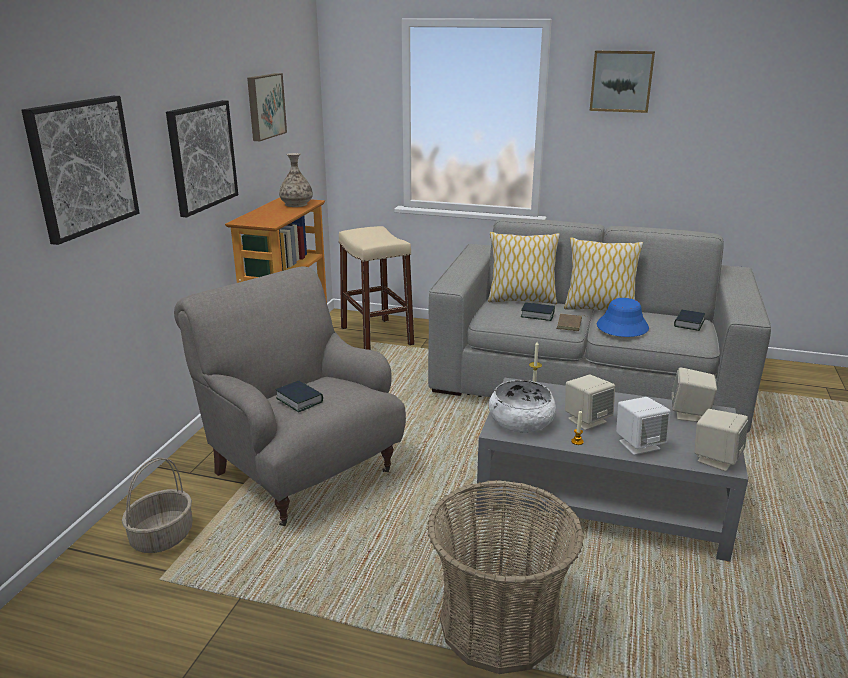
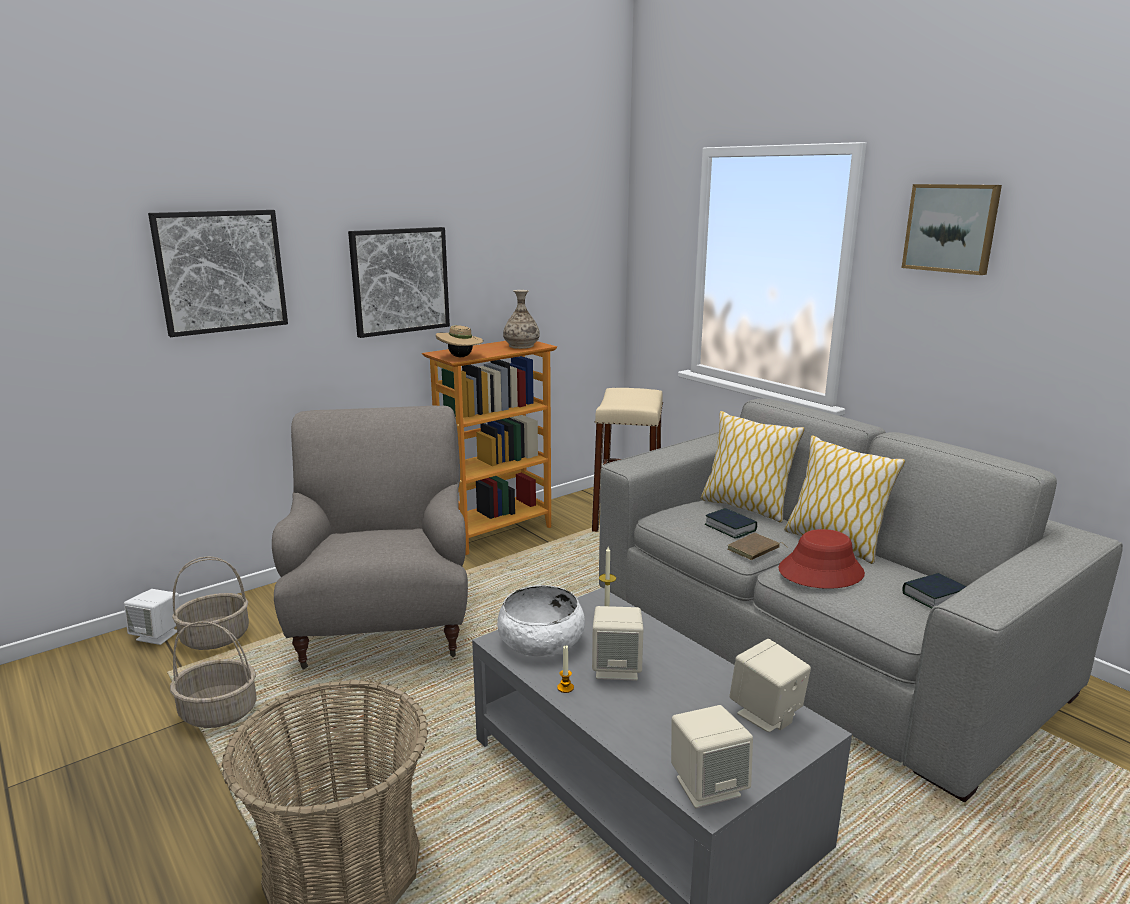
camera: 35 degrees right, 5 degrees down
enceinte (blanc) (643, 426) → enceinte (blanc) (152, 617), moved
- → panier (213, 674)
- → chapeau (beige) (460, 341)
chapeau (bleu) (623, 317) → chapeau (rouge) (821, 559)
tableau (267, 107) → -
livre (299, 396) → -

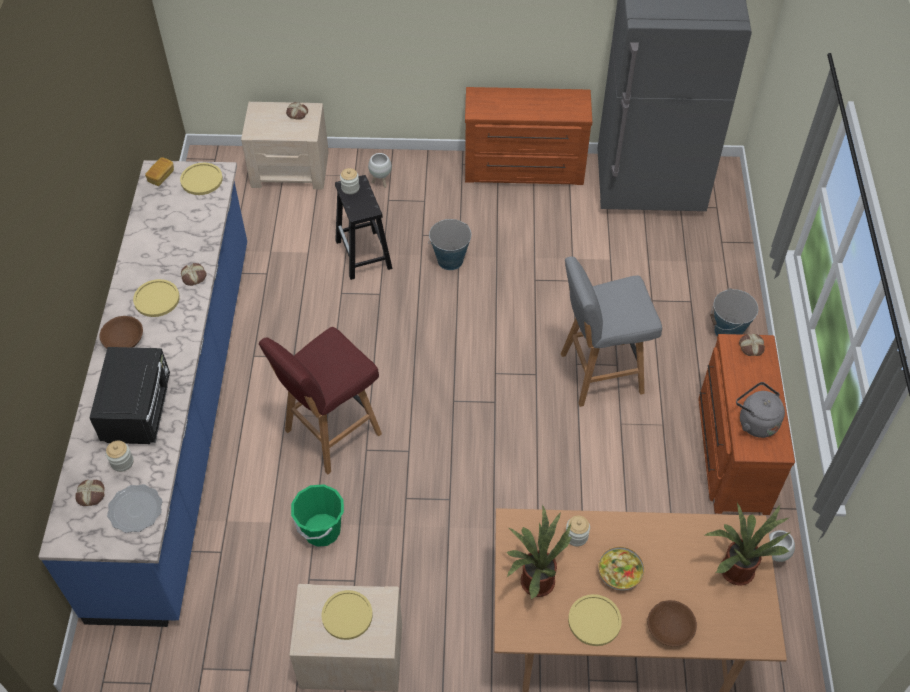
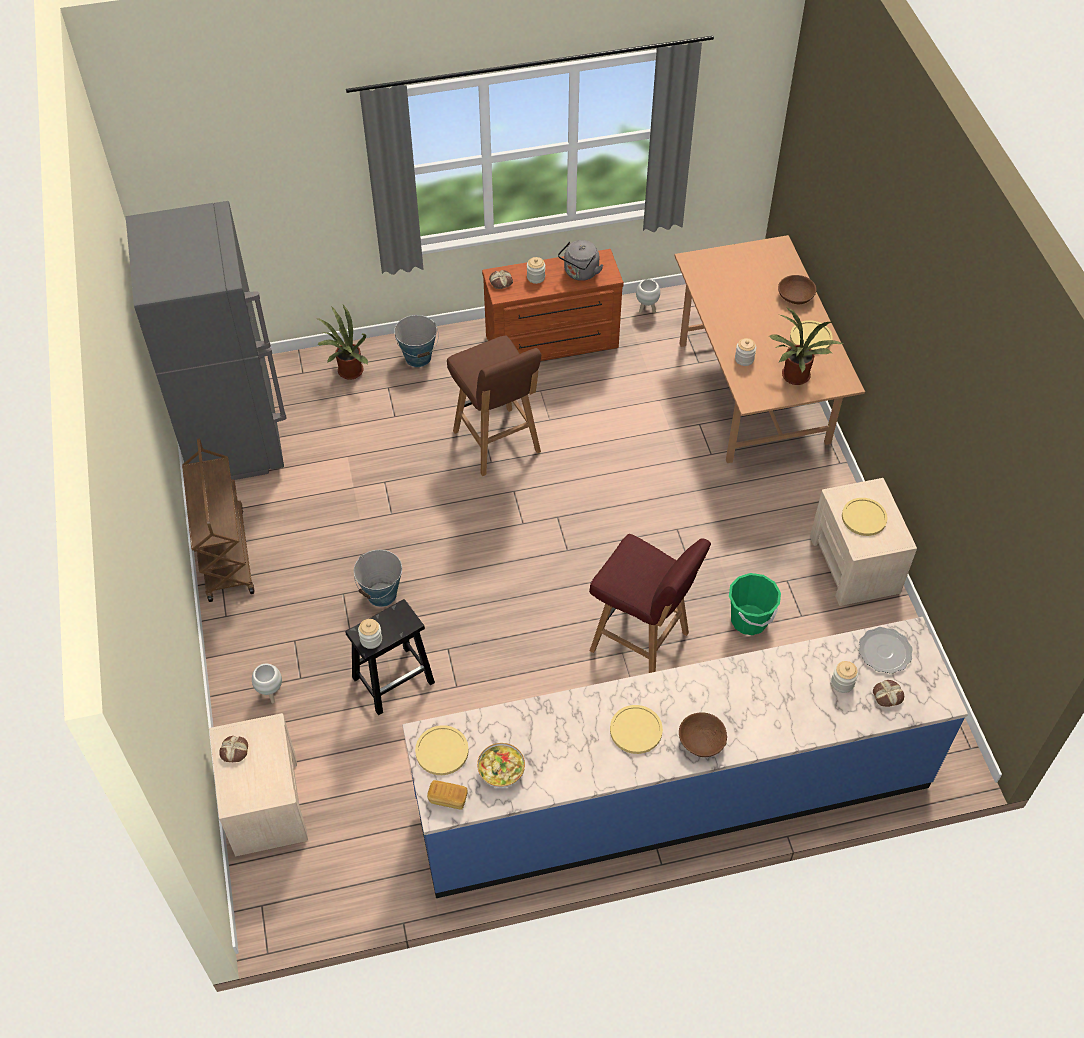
camera: 105 degrees left, 0 degrees up
commode (marron) (528, 136) → chariot (marron) (218, 520)
plante en pot (747, 544) → plante en pot (342, 342), moved
tabouret (gris) (611, 331) → tabouret (marron) (494, 406)
bol (621, 568) → bol (501, 765), moved
- → bocal (536, 270)
micro-ondes (noir) (129, 395) → -
pain (194, 274) → -

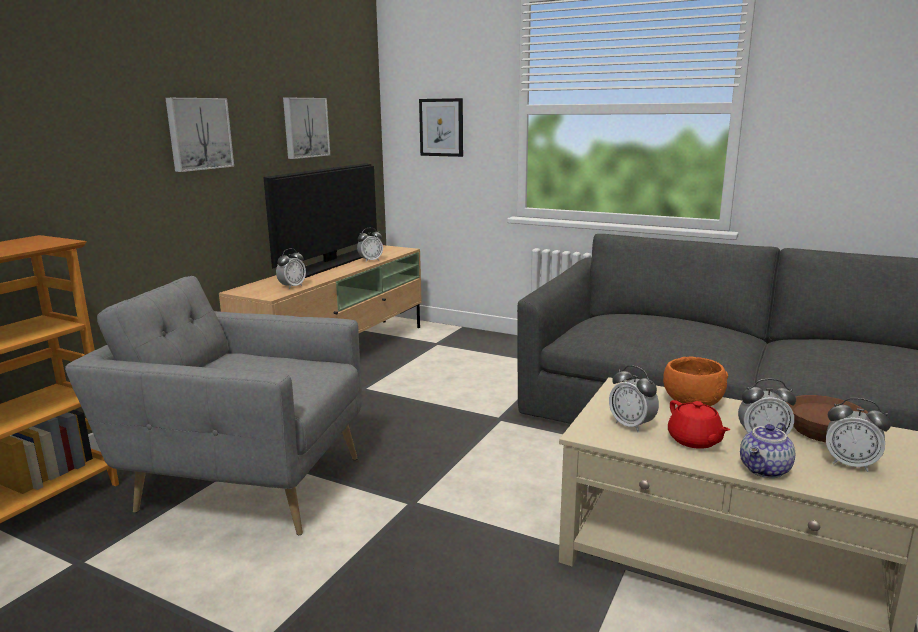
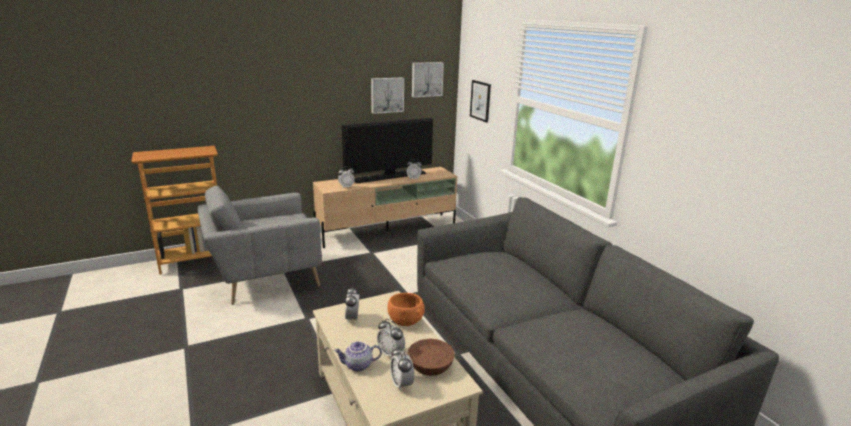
camera: 35 degrees right, 5 degrees up
fauteuil (gris) (213, 405) → fauteuil (gris) (260, 245), 75 degrees counterclockwise
tableau (199, 135) → tableau (428, 79), moved
théière (rouge) (699, 424) → -

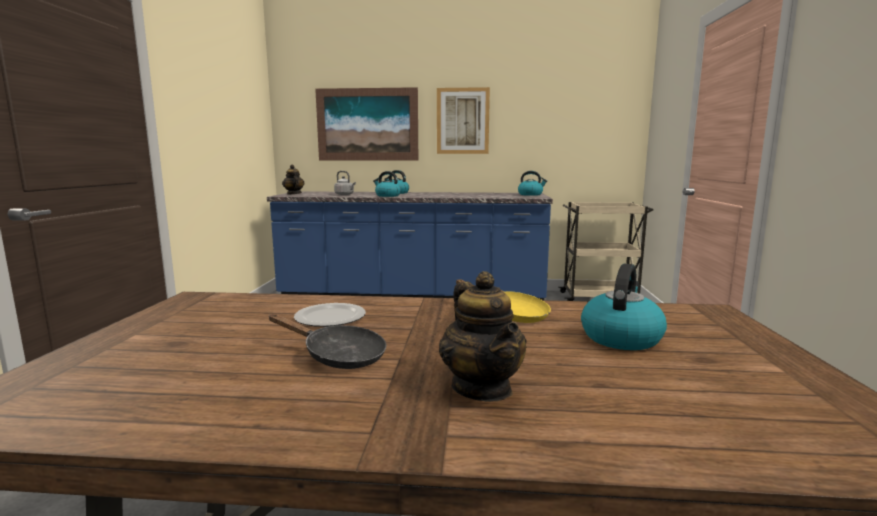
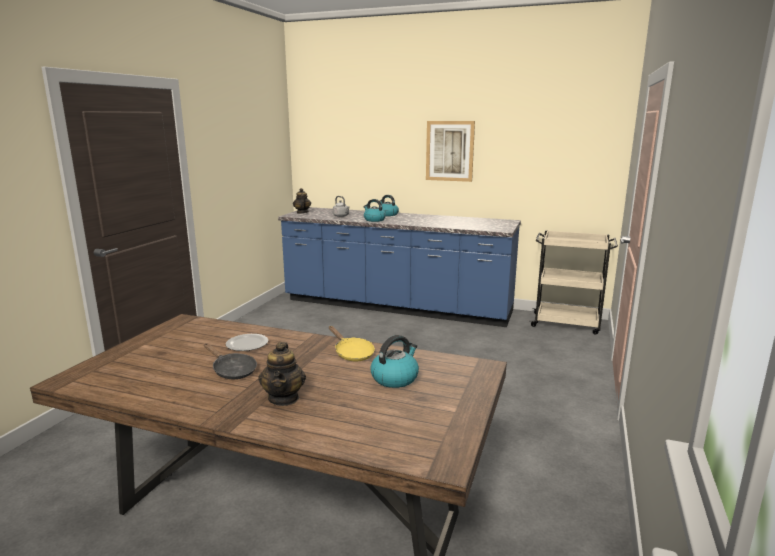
camera: 15 degrees right, 5 degrees up
tableau (366, 123) → -
bouilloire (532, 183) → -

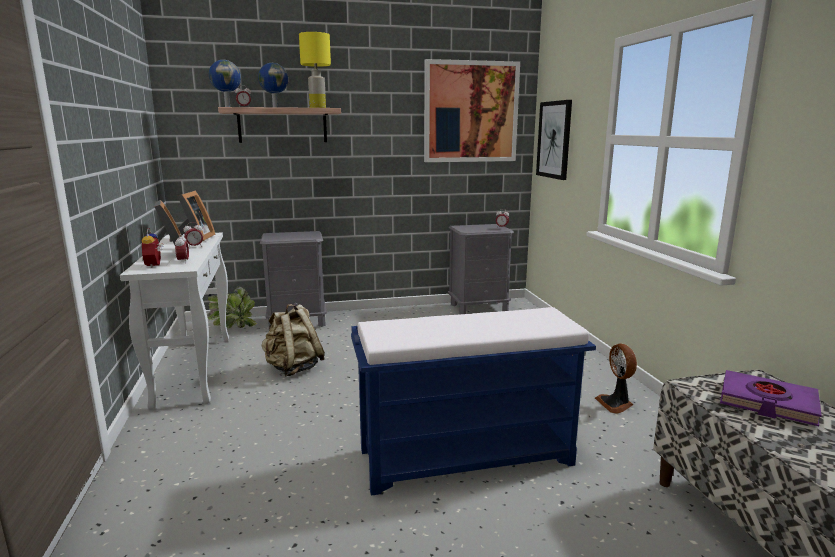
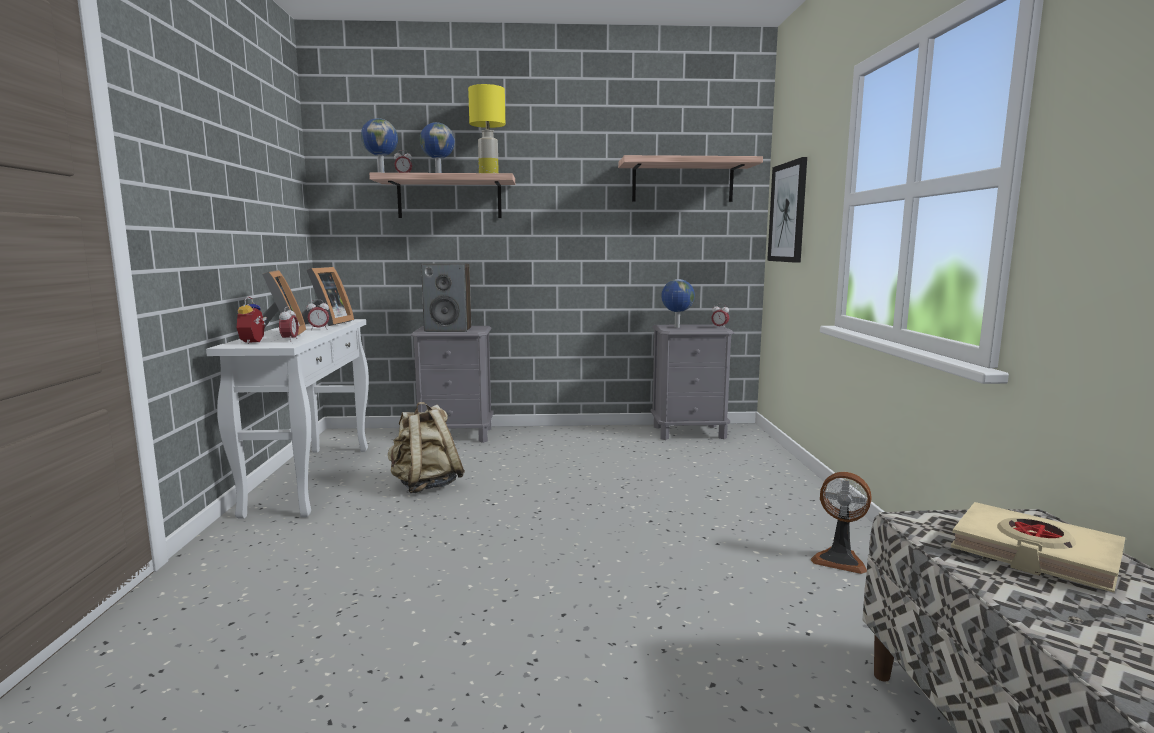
camera: 10 degrees right, 5 degrees down
- → enceinte (446, 297)
tableau (472, 110) → étagère (690, 178)
- → globe (678, 303)
ventilateur (616, 378) → ventilateur (841, 523), 60 degrees counterclockwise
livre (violet) (771, 398) → livre (beige) (1038, 547)
plante en pot (232, 307) → -
banc (bleu) (473, 401) → -

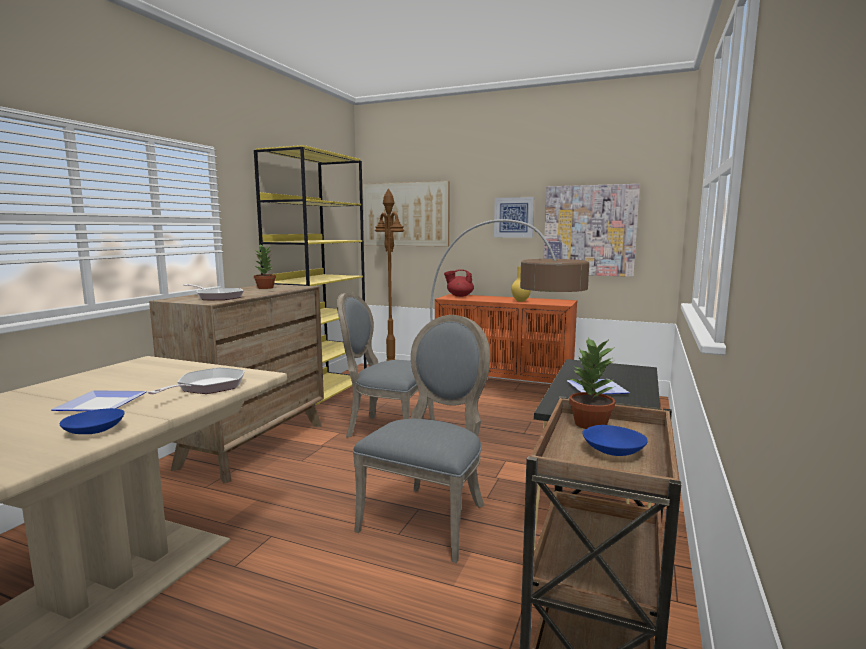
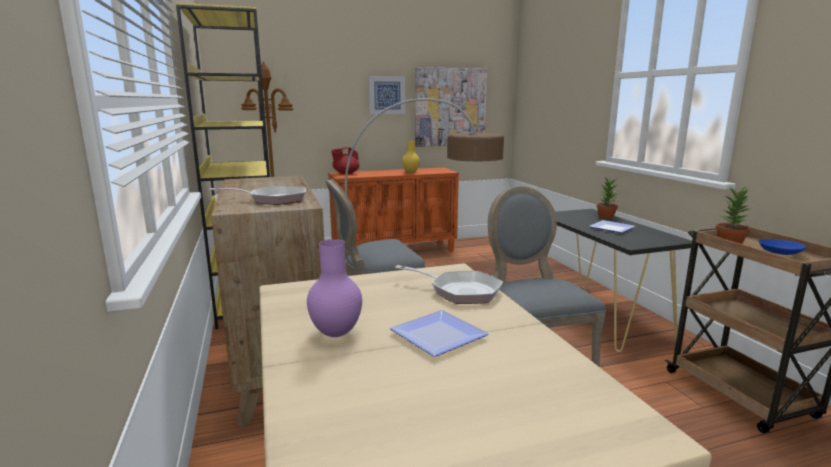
camera: 40 degrees left, 5 degrees up
- → vase (violet) (334, 288)
poêle (196, 380) → poêle (449, 284), 135 degrees clockwise
plante en pot (265, 266) → plante en pot (608, 198), moved
bol (bleu) (92, 421) → -
tableau (406, 214) → -

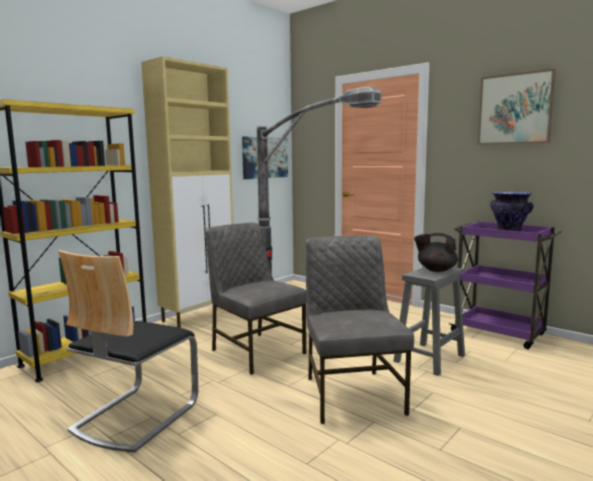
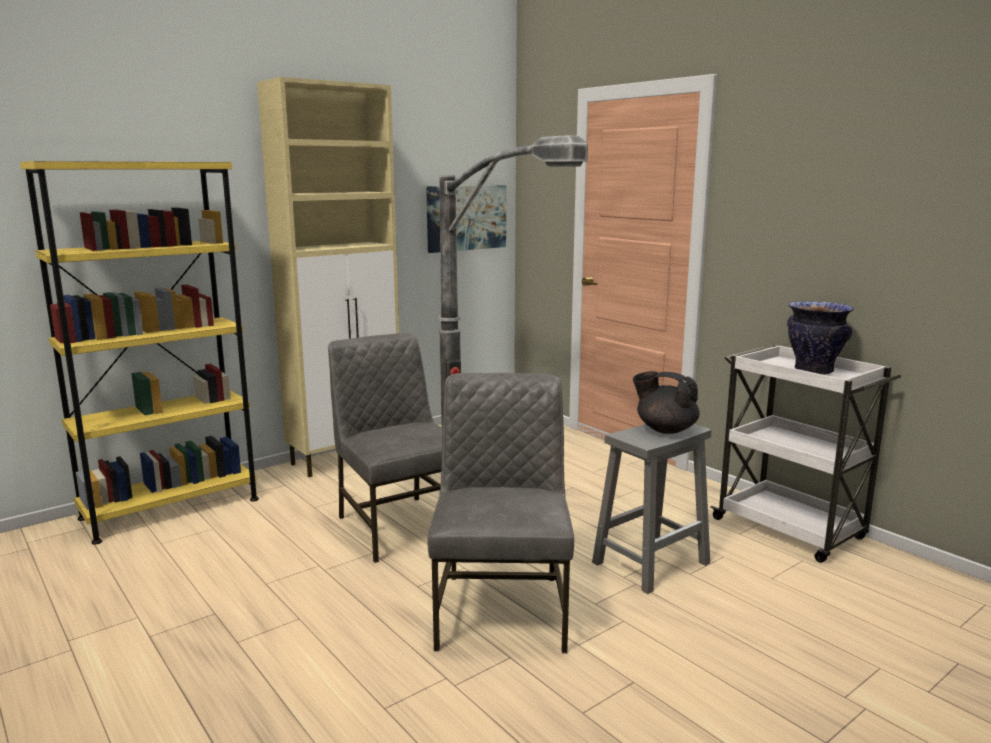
camera: 10 degrees right, 5 degrees up
chariot (violet) (505, 285) → chariot (blanc) (805, 454)
chaise (128, 351) → -
tableau (517, 107) → -

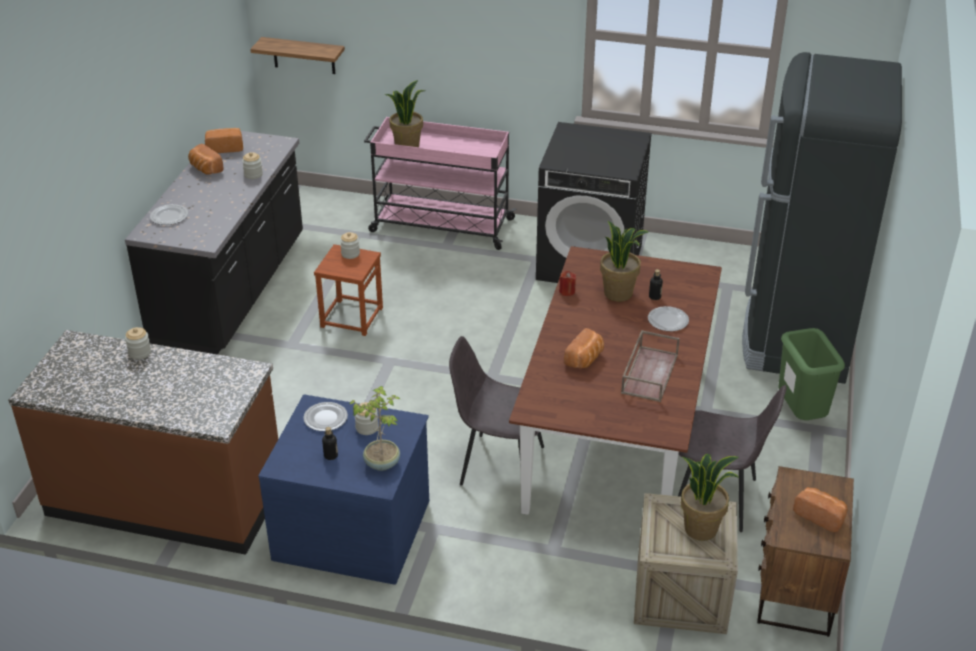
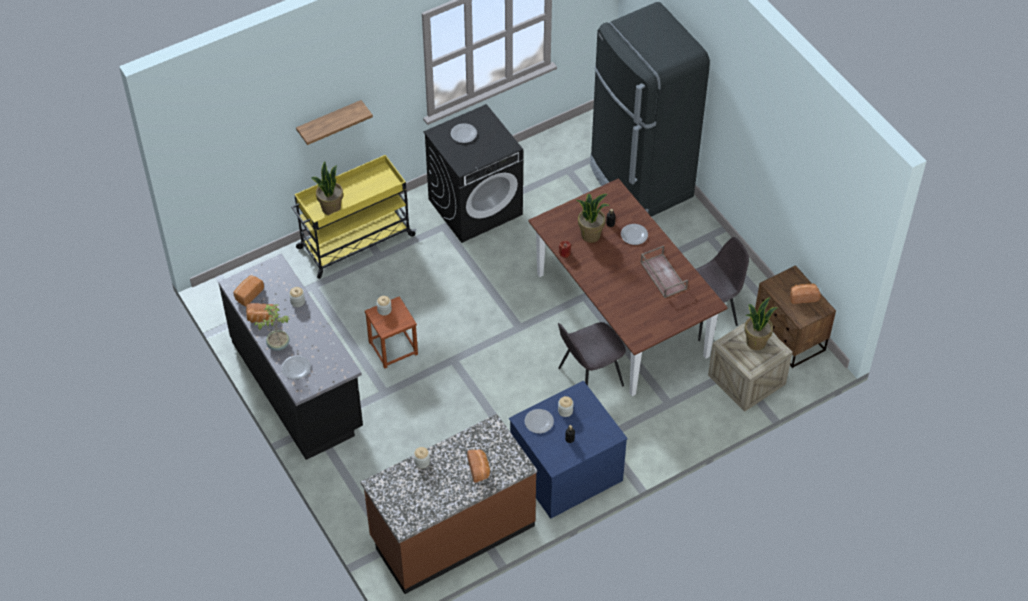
camera: 45 degrees left, 15 degrees up
plante en pot (374, 428) → plante en pot (271, 327), moved
chariot (rose) (440, 183) → chariot (jaune) (353, 217)
étagère (297, 55) → étagère (334, 122), moved
- → assiette (464, 133)
pain (584, 348) → pain (478, 466), moved
poubelle (vert) (811, 374) → -

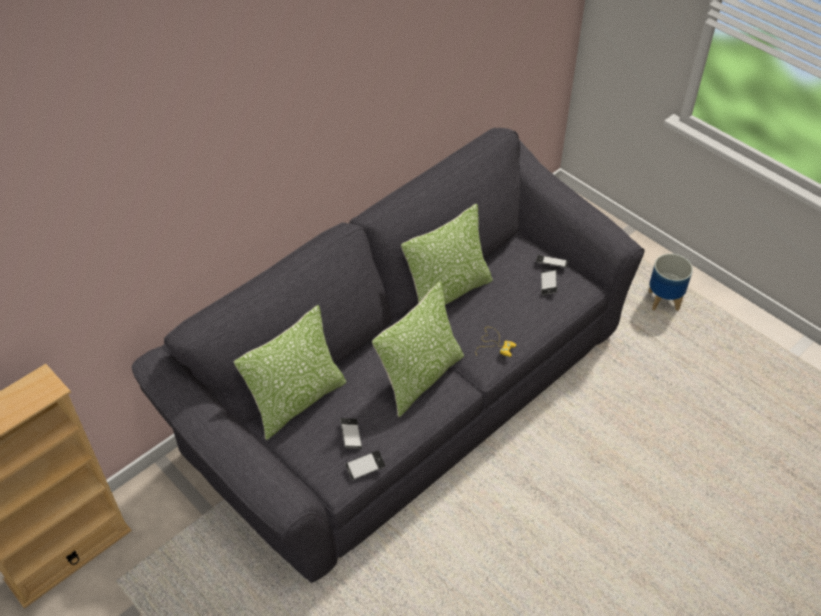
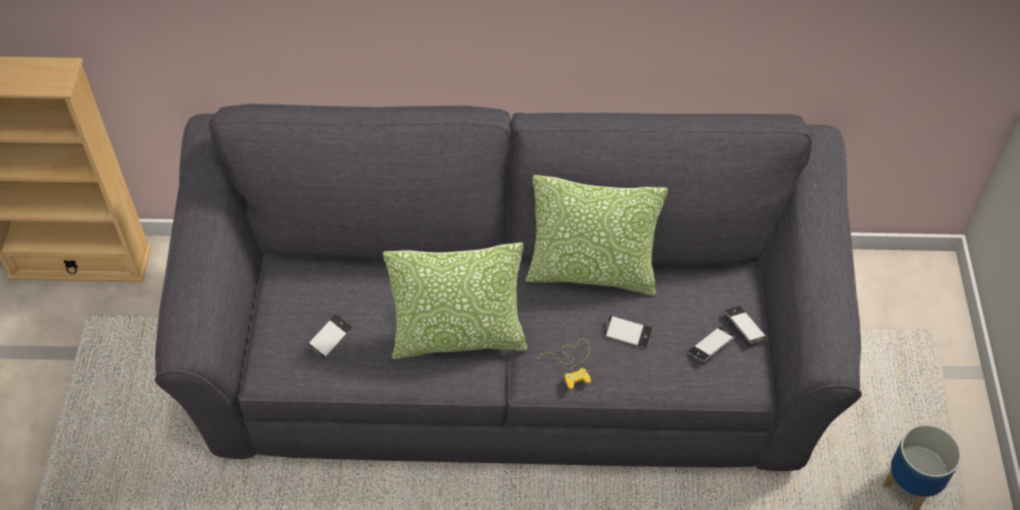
camera: 45 degrees right, 5 degrees up
téléphone (365, 465) → téléphone (628, 331), moved
coussin (289, 372) → -

